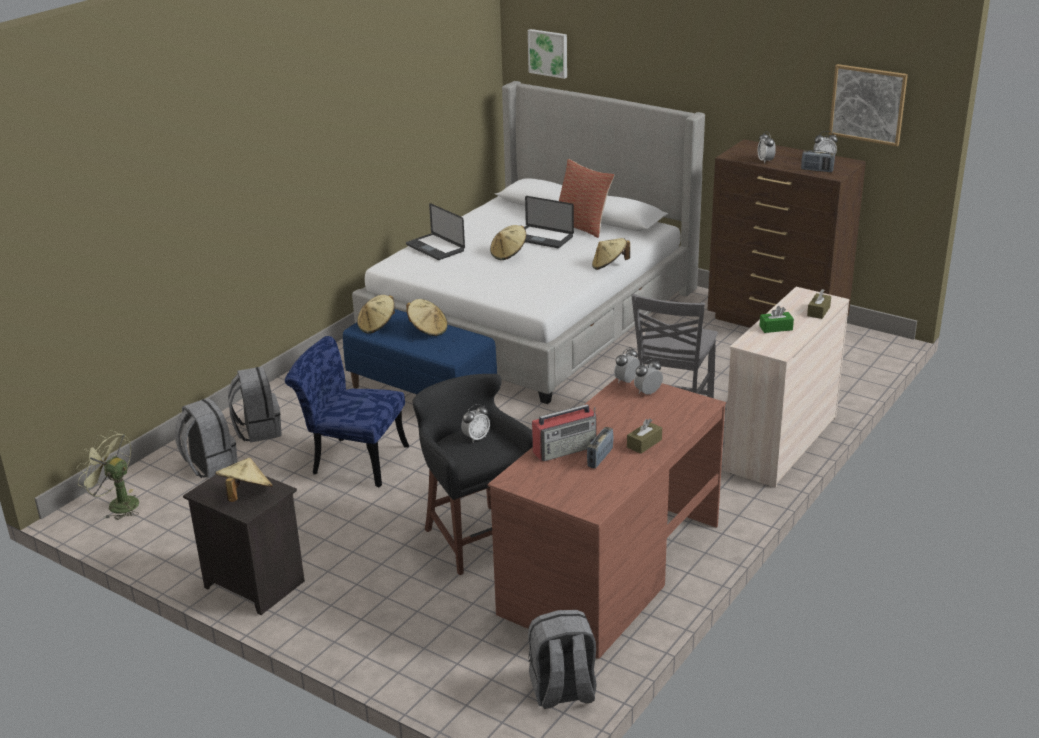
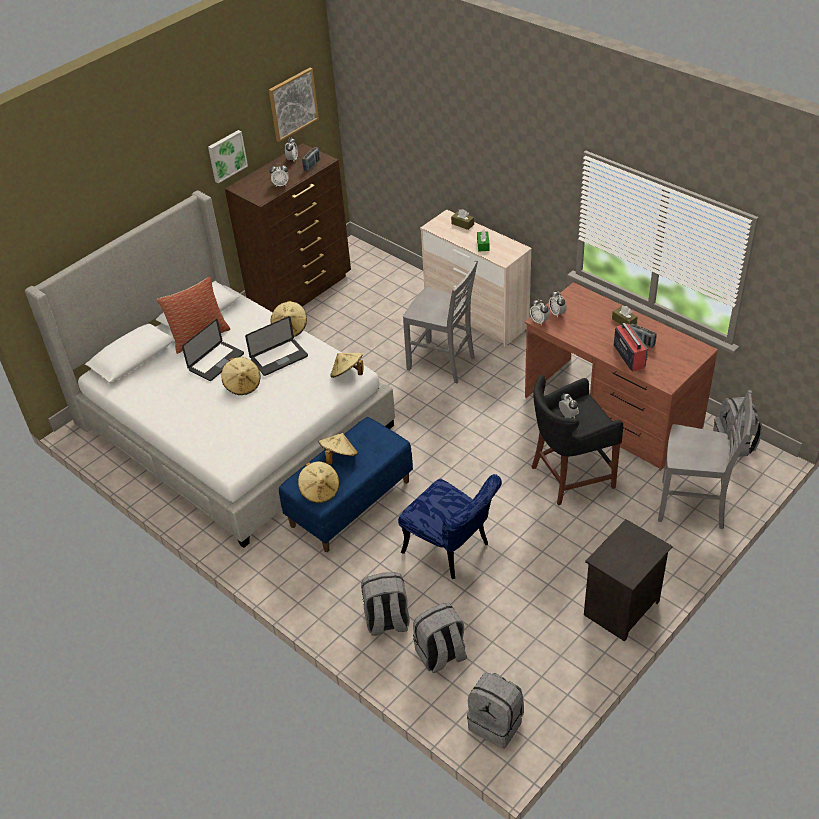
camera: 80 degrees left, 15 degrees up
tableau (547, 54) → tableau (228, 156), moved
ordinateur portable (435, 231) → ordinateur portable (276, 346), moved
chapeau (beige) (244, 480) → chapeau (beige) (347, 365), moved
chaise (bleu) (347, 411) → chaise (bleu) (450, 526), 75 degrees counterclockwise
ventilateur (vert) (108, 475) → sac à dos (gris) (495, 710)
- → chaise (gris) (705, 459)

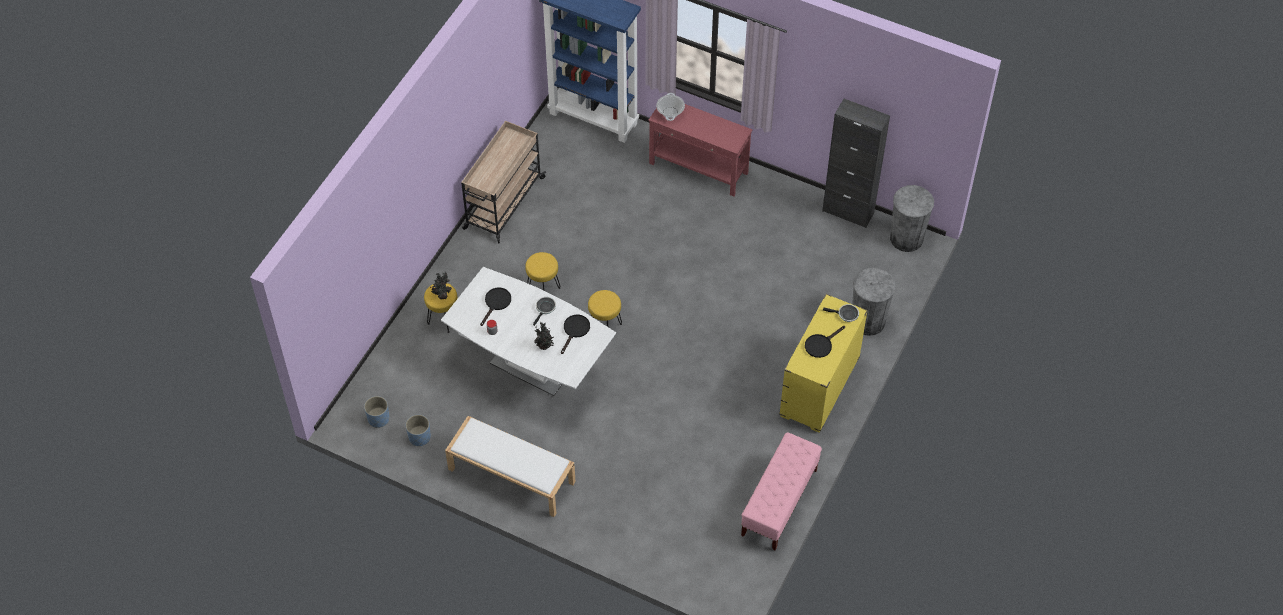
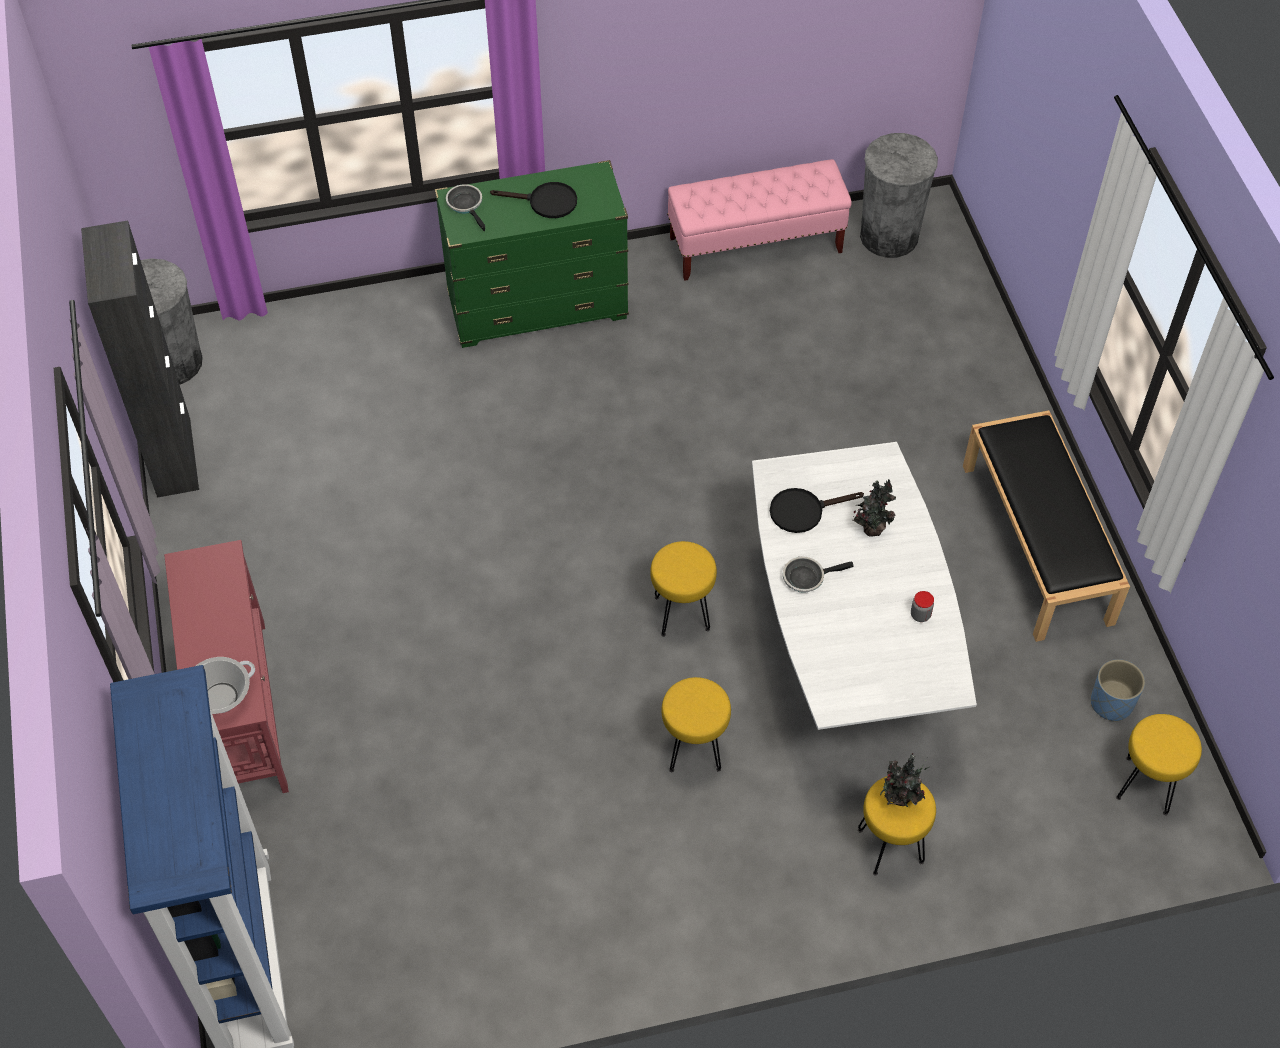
camera: 130 degrees left, 0 degrees up
commode (jaune) (823, 363) → commode (vert) (532, 254)
poubelle (gris) (874, 302) → poubelle (gris) (899, 195), moved
banc (blanc) (510, 466) → banc (noir) (1046, 526)
cache-pot (bleu) (377, 412) → tabouret (jaune) (1159, 764)
chariot (beige) (503, 182) → -
poêle (noir) (495, 307) → -

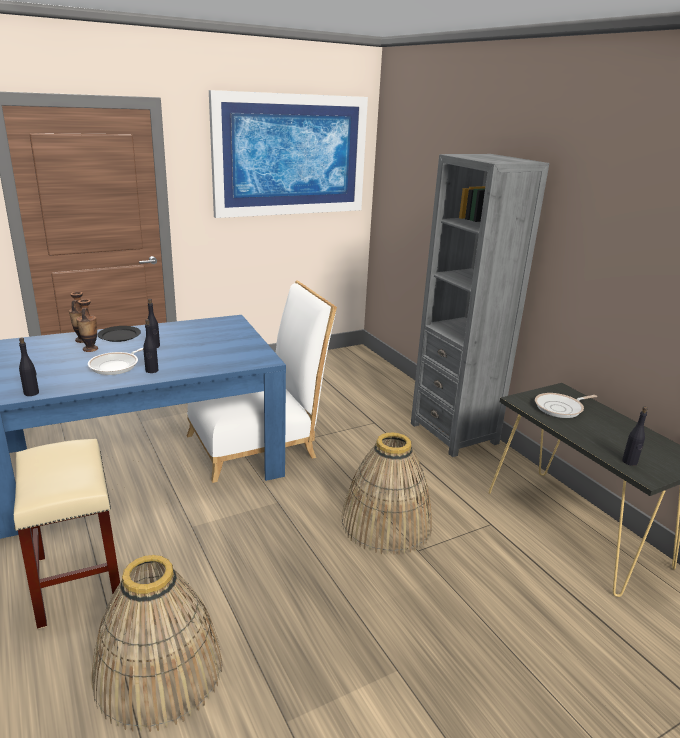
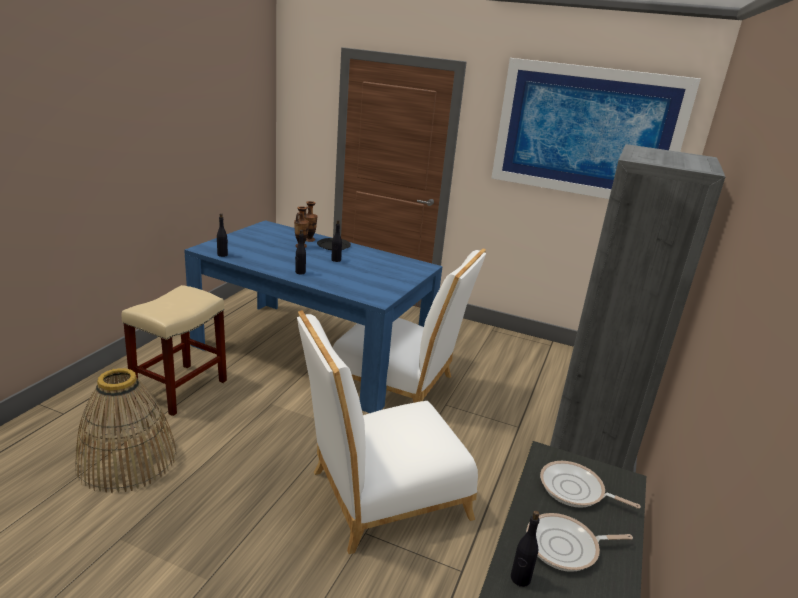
camera: 50 degrees right, 0 degrees up
panier (386, 493) → chaise (blanc) (387, 432)
poêle (115, 361) → poêle (579, 542), moved

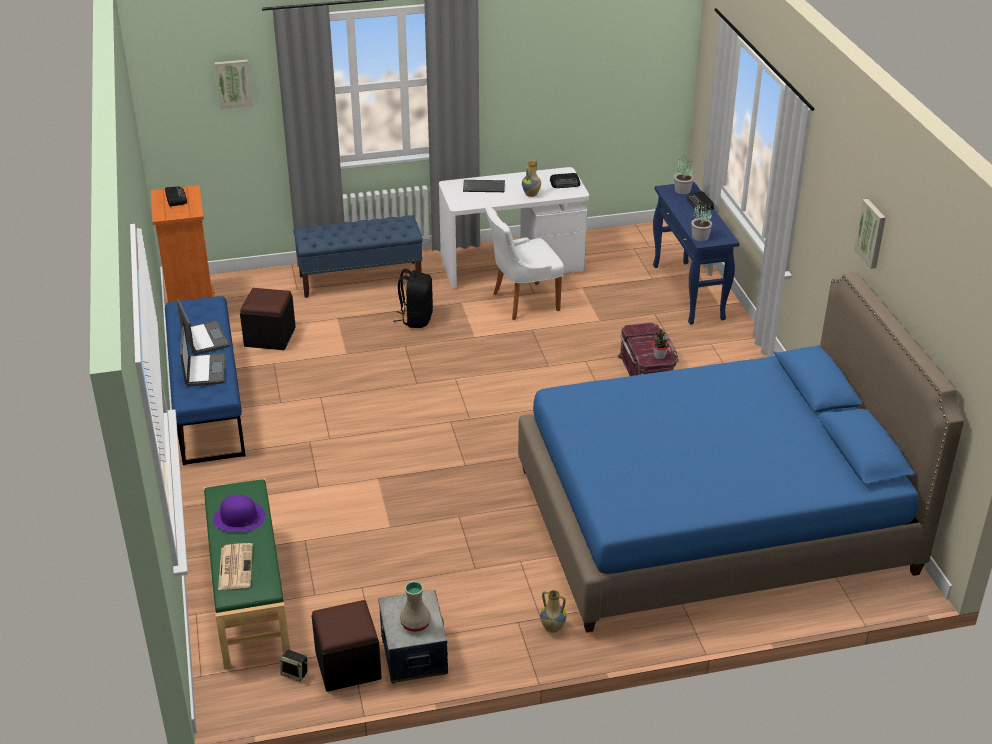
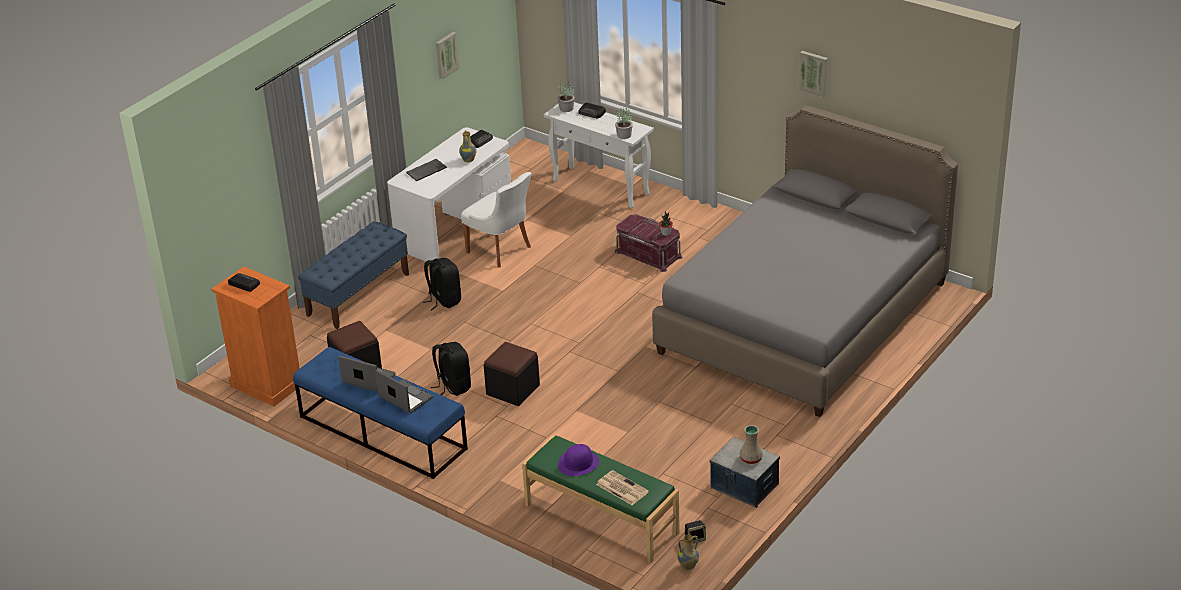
camera: 40 degrees left, 0 degrees up
- → sac à dos (noir) (451, 369)
tableau (234, 84) → tableau (447, 55), moved
chaise (blanc) (524, 263) → chaise (blanc) (496, 219), 75 degrees counterclockwise
pouf (noir) (347, 646) → pouf (noir) (512, 374), moved
table console (bleu) (696, 253) → table console (blanc) (599, 155)
lit (bleu) (741, 452) → lit (gris) (805, 261)
vase (553, 611) → vase (688, 552), moved

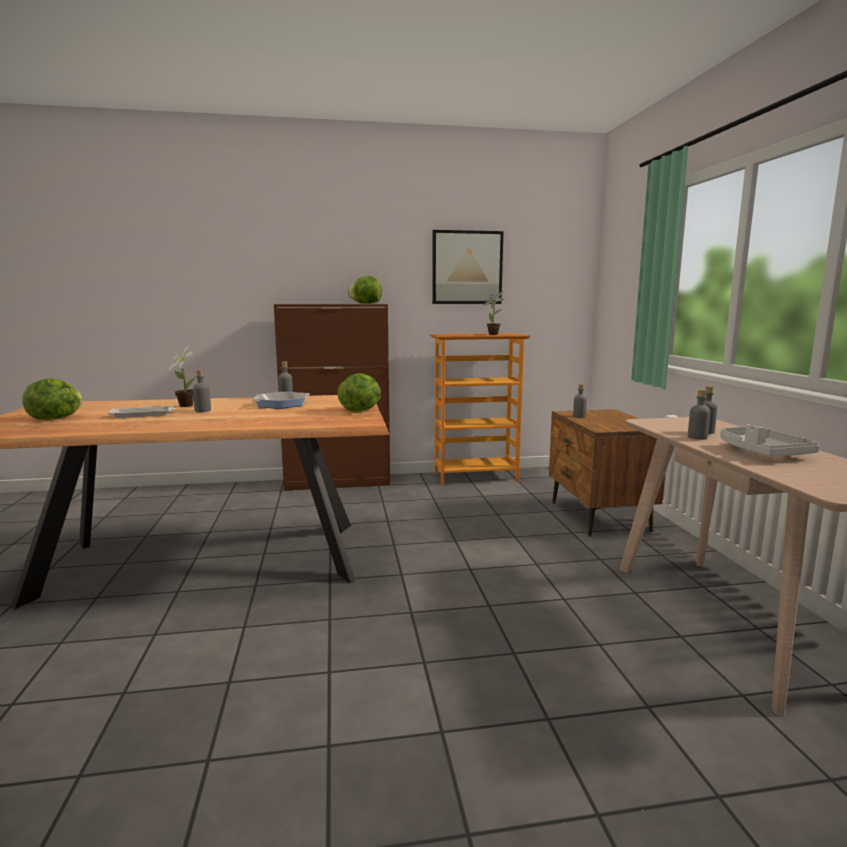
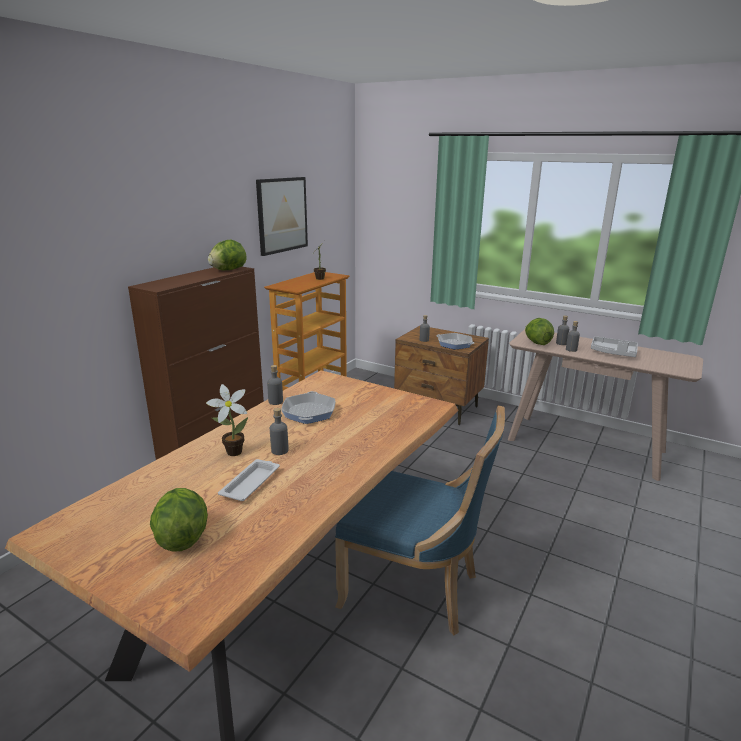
camera: 50 degrees left, 10 degrees up
- → chaise (bleu) (420, 520)
- → poêle (455, 341)
laitue (359, 392) → laitue (539, 331), moved

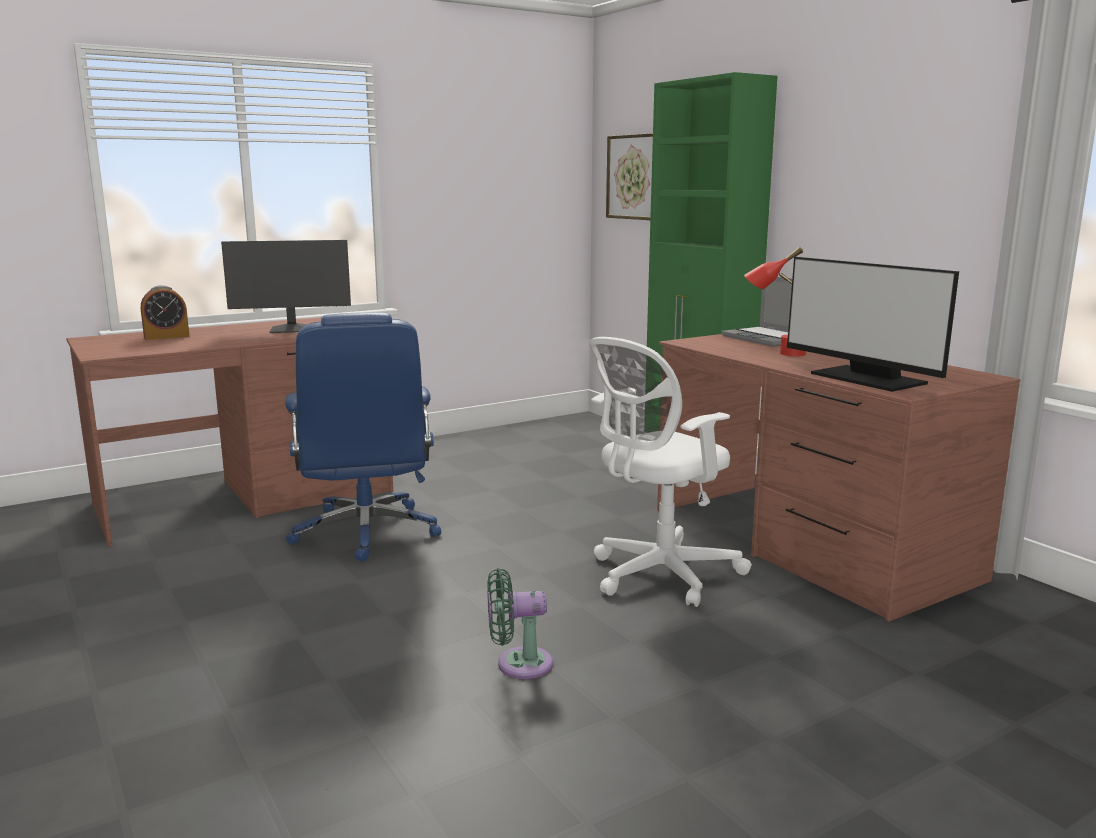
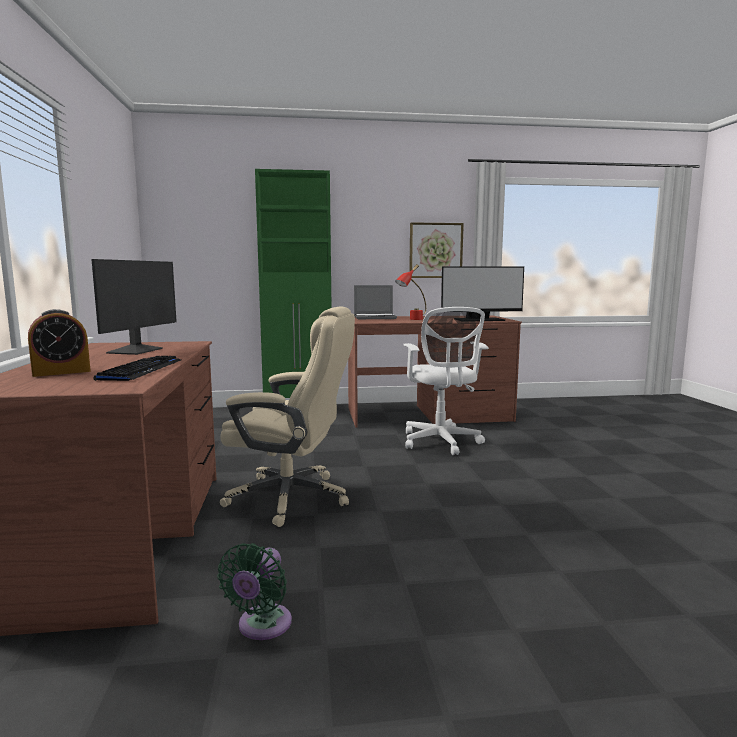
camera: 65 degrees left, 5 degrees down
réveil (165, 312) → réveil (59, 343), 60 degrees clockwise
- → clavier (137, 368)
ventilateur (vert) (520, 623) → ventilateur (vert) (254, 591), moved
chaise de bureau (bleu) (363, 437) → chaise de bureau (beige) (287, 416)
tableau (629, 176) → tableau (436, 250), moved

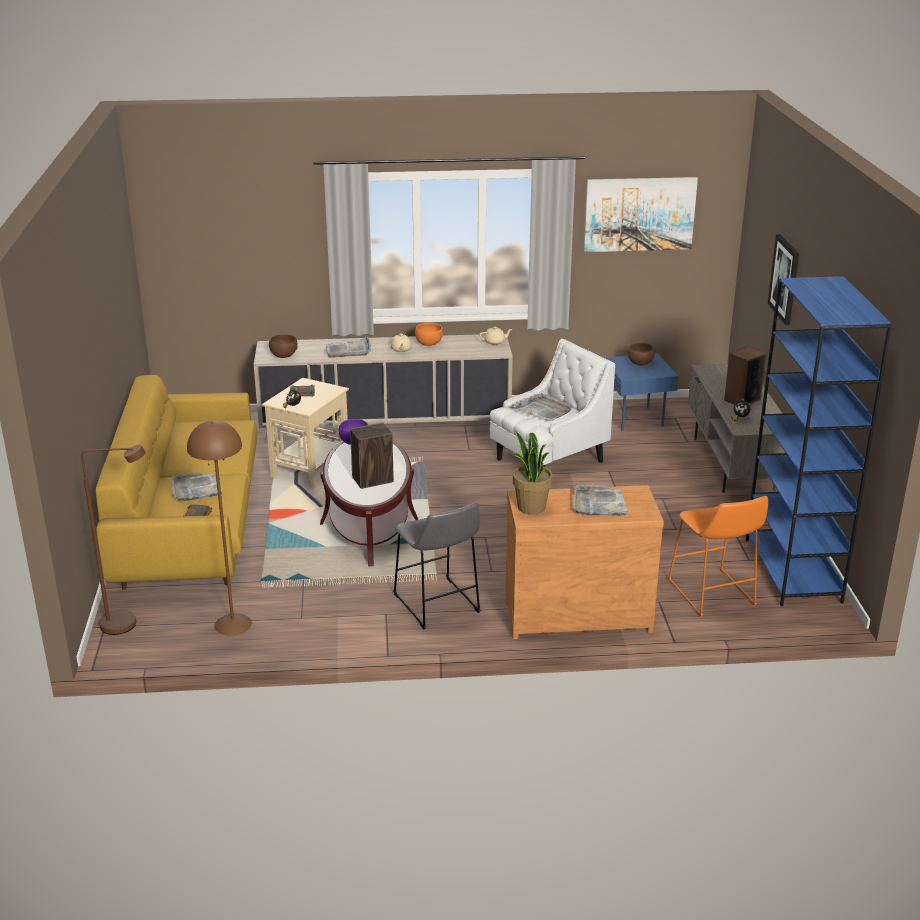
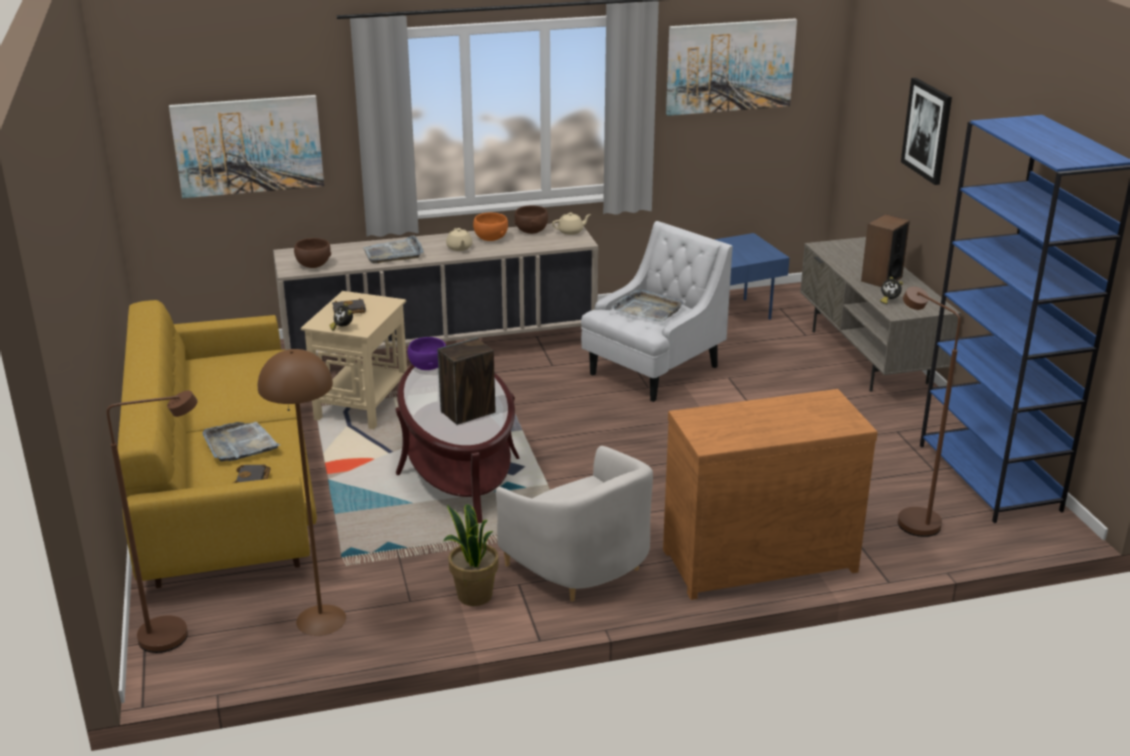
camera: 10 degrees left, 0 degrees up
- → tableau (246, 146)
plante en pot (531, 472) → plante en pot (471, 555), moved
tabouret (gris) (437, 565) → fauteuil (blanc) (574, 524)
bol (marron) (641, 354) → bol (marron) (531, 219), moved
tabouret (orange) (718, 556) → lampadaire (marron) (929, 411)
plateau (gris) (601, 500) → -

